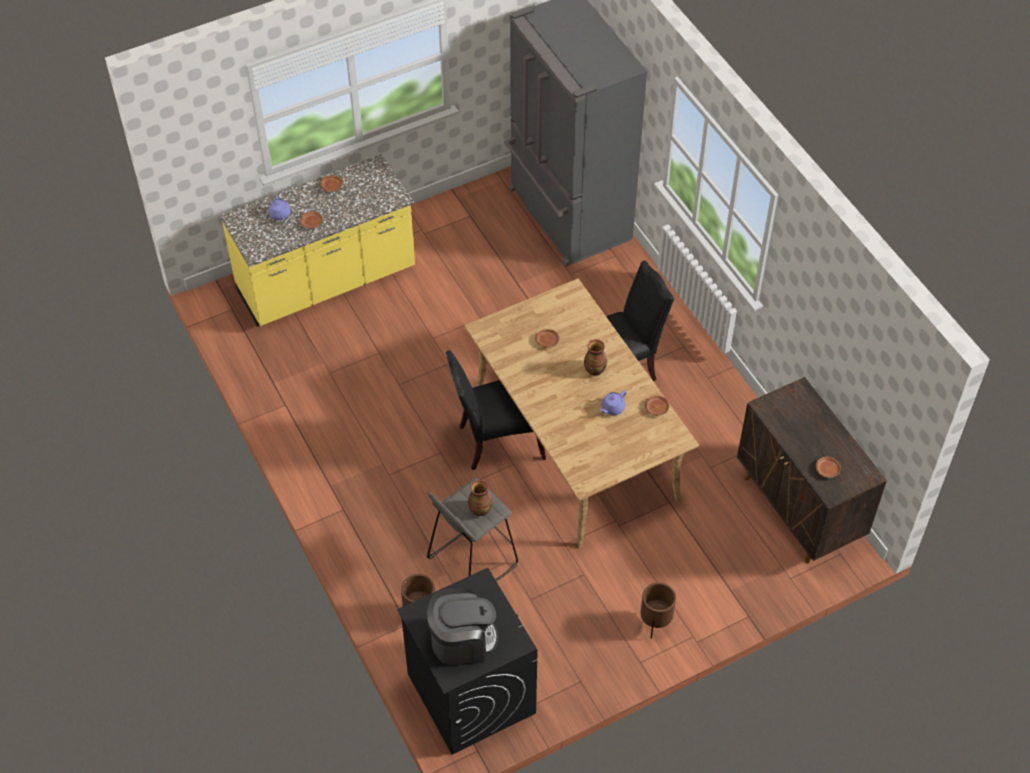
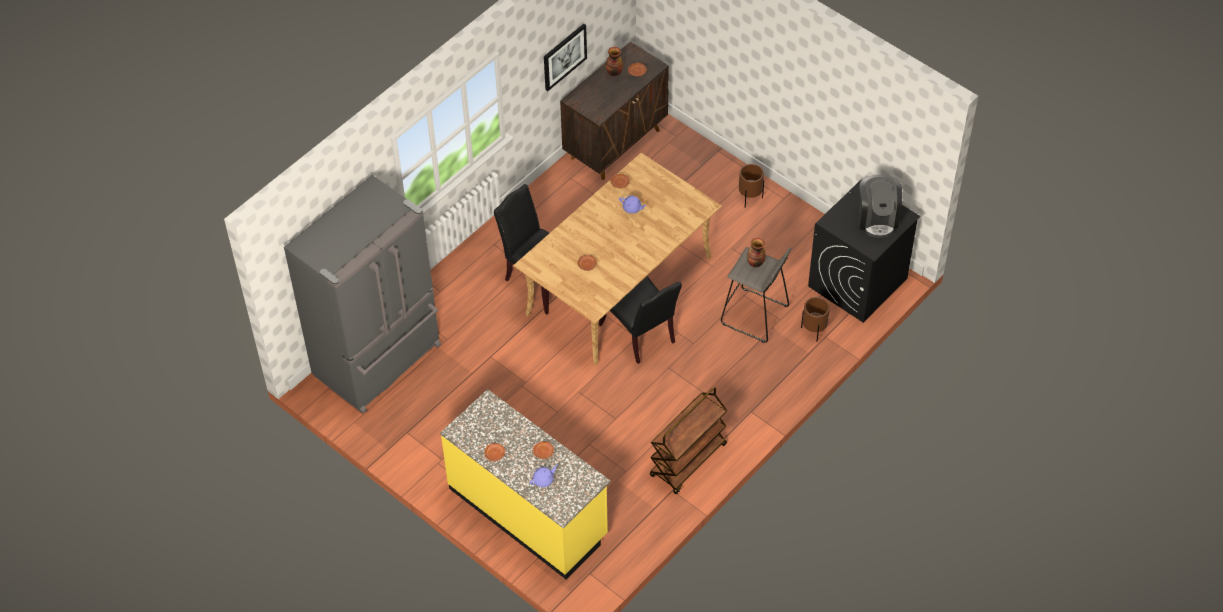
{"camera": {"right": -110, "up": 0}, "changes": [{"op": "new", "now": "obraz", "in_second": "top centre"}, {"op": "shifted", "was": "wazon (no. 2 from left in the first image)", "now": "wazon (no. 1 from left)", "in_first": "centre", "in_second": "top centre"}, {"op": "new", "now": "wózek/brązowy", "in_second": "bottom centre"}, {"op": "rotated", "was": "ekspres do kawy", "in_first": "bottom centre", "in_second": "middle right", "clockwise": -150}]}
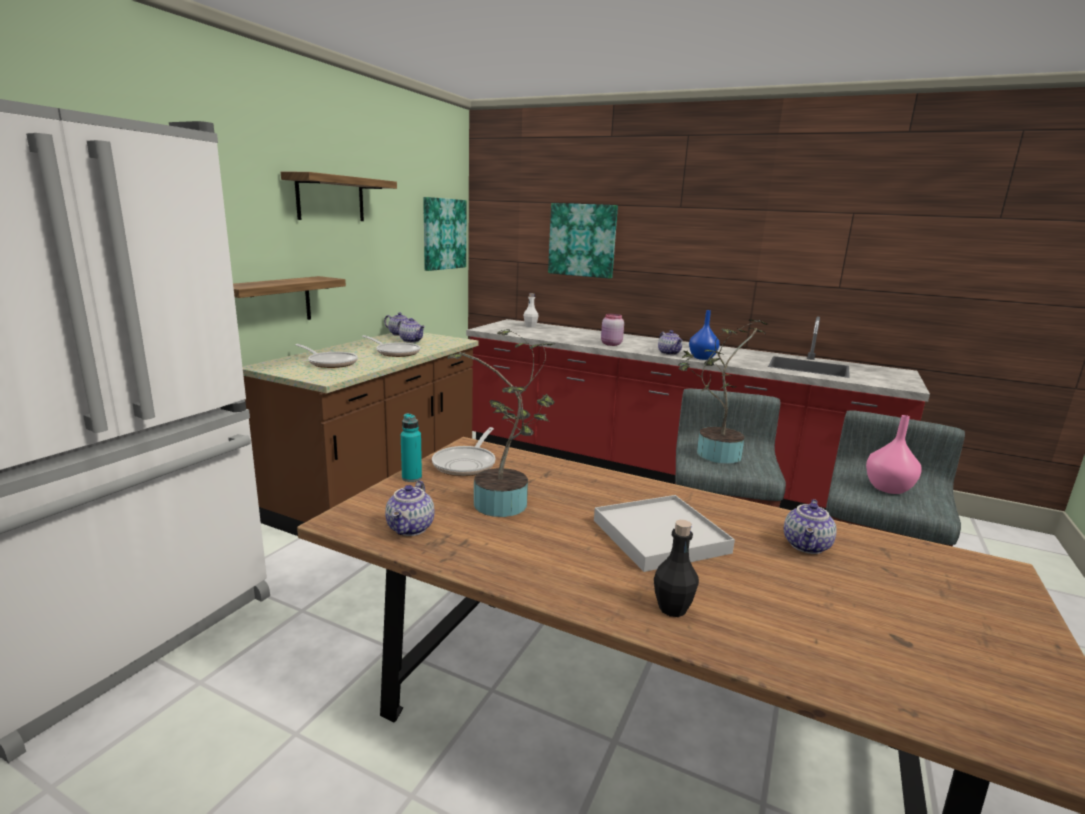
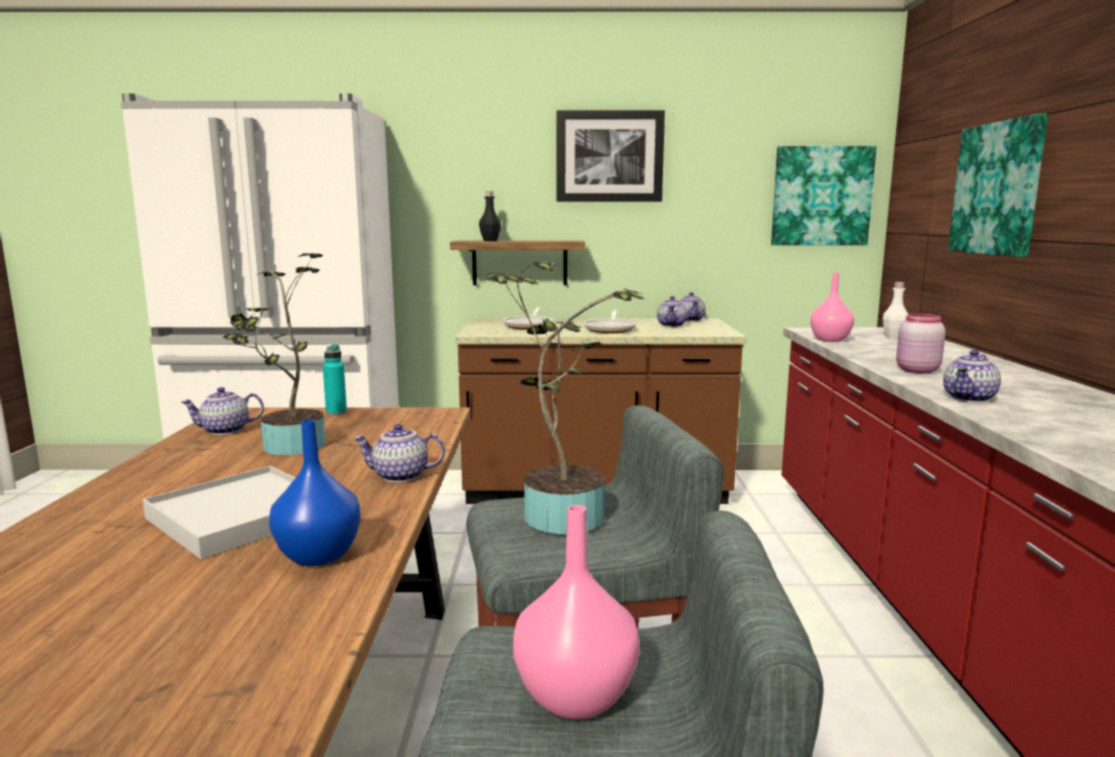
{"camera": {"right": 65, "up": -5}, "changes": [{"op": "shifted", "was": "wazon/niebieski", "in_first": "centre", "in_second": "middle left"}, {"op": "shifted", "was": "imbryk (no. 5 from left in the first image)", "now": "imbryk (no. 2 from left)", "in_first": "middle right", "in_second": "centre"}, {"op": "shifted", "was": "butelka/czarny", "in_first": "bottom centre", "in_second": "top centre"}, {"op": "swapped", "was": "półka (no. 2 from left)", "now": "obraz (no. 1 from left)", "in_first": "top left", "in_second": "top centre"}, {"op": "new", "now": "wazon/różowy (no. 2 from left)", "in_second": "middle right"}, {"op": "gone", "was": "patelnia (no. 3 from left)", "in_first": "centre"}]}
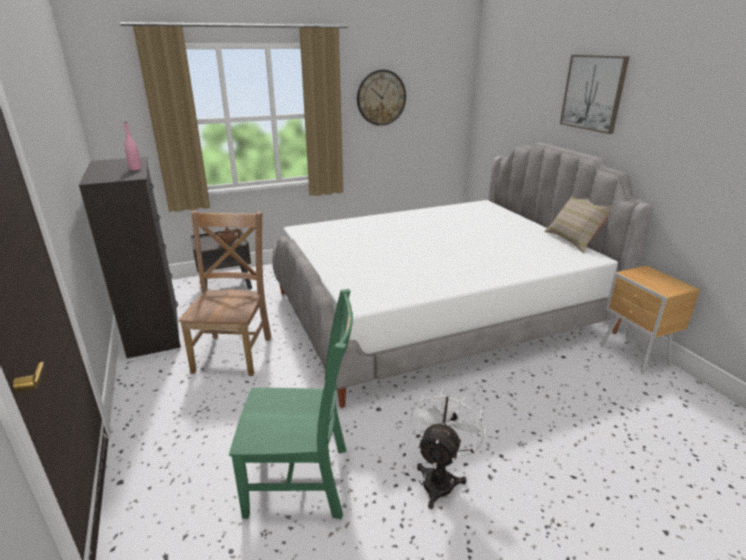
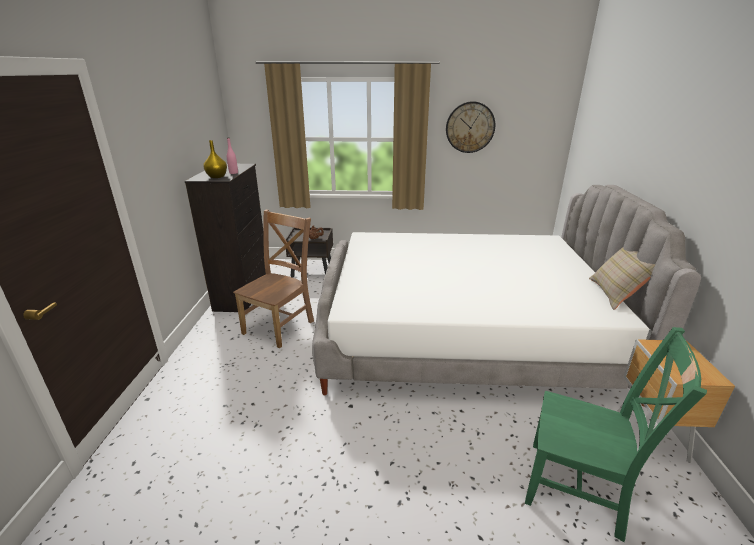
{"camera": {"right": 25, "up": 0}, "changes": [{"op": "new", "now": "wazon/żółty", "in_second": "top left"}, {"op": "shifted", "was": "krzesło/zielony", "in_first": "bottom centre", "in_second": "bottom right"}, {"op": "gone", "was": "wentylator/biały", "in_first": "bottom centre"}, {"op": "gone", "was": "obraz", "in_first": "top right"}]}
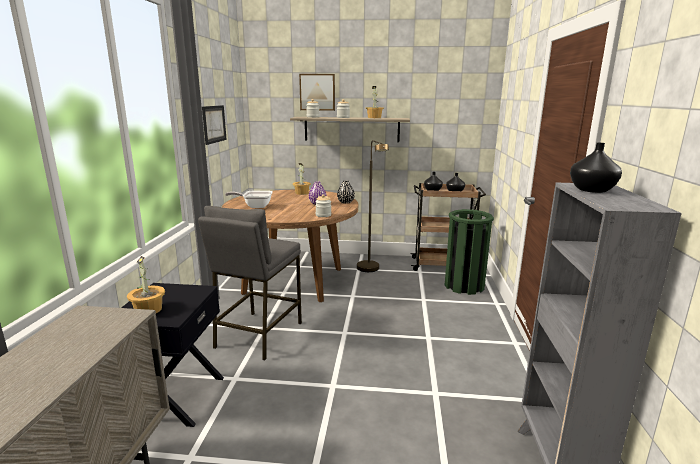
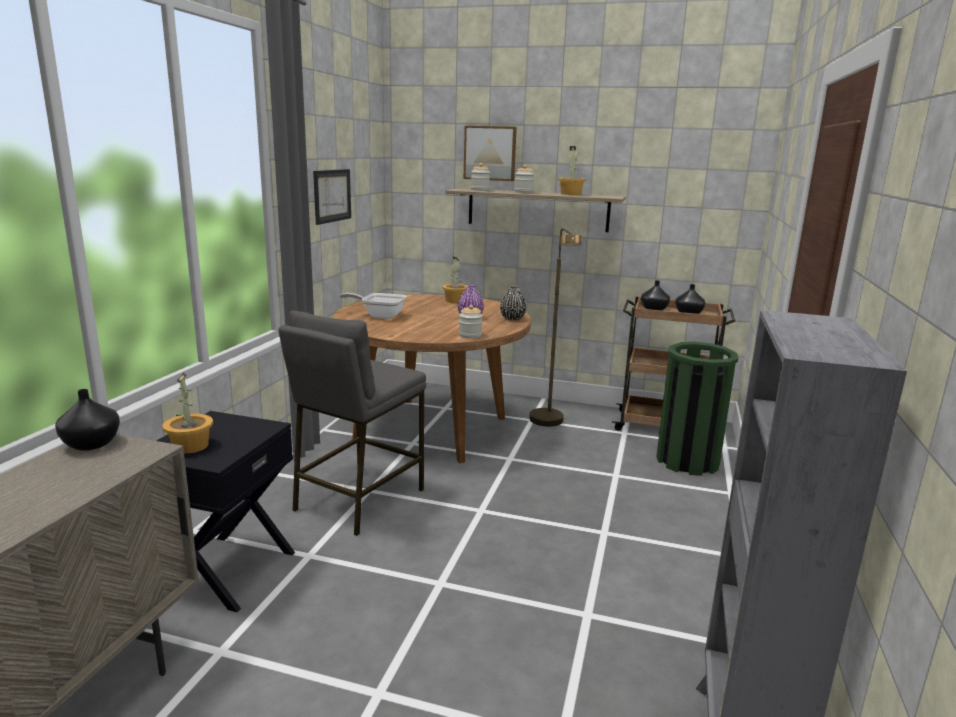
{"camera": {"right": 10, "up": 0}, "changes": [{"op": "shifted", "was": "wazon/czarny (no. 4 from left in the first image)", "now": "wazon/czarny (no. 1 from left)", "in_first": "middle right", "in_second": "middle left"}]}
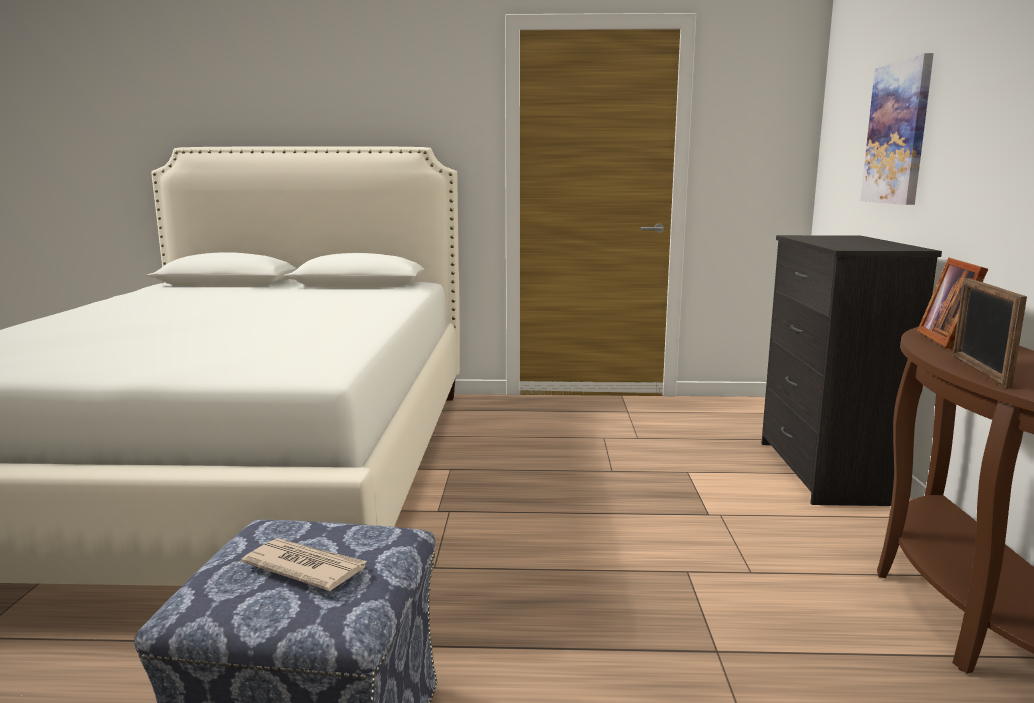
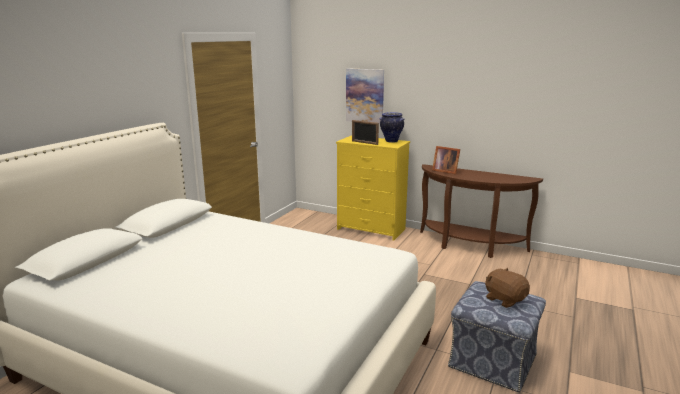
{"camera": {"right": -65, "up": 5}, "changes": [{"op": "repainted", "was": "komoda/czarny", "now": "komoda/żółty", "in_first": "middle right", "in_second": "centre"}, {"op": "shifted", "was": "ramka na zdjęcie (no. 2 from left in the first image)", "now": "ramka na zdjęcie (no. 1 from left)", "in_first": "middle right", "in_second": "centre"}, {"op": "new", "now": "wazon", "in_second": "top centre"}, {"op": "swapped", "was": "gazeta", "now": "pluszak/brązowy", "in_first": "bottom left", "in_second": "bottom right"}]}
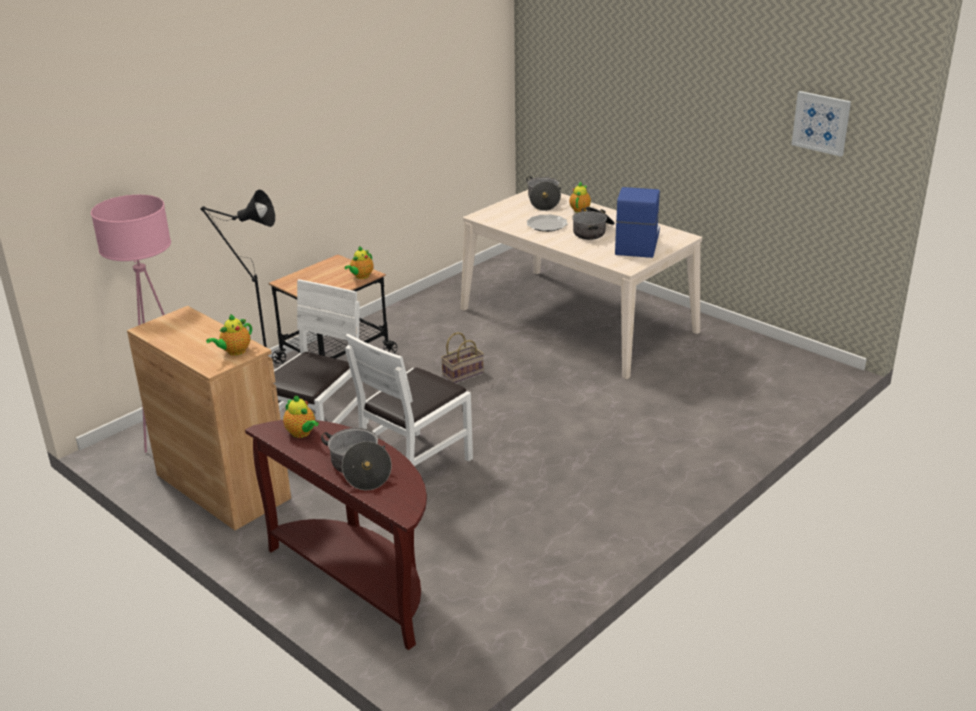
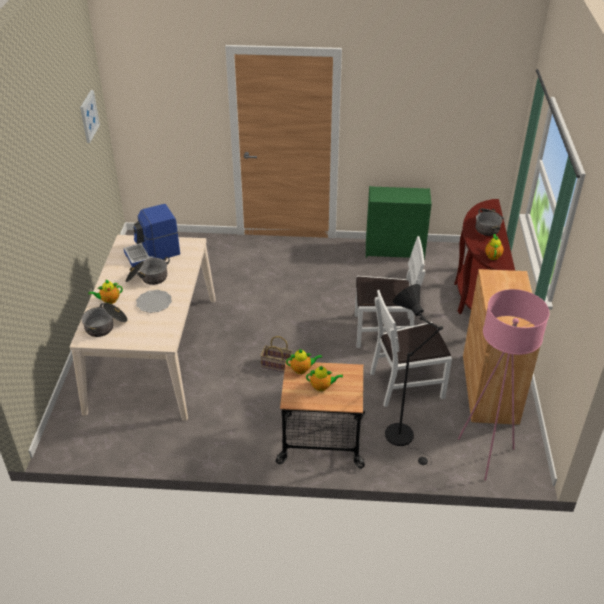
{"camera": {"right": -130, "up": 10}, "changes": [{"op": "shifted", "was": "imbryk (no. 1 from left in the first image)", "now": "imbryk (no. 3 from left)", "in_first": "middle left", "in_second": "centre"}, {"op": "new", "now": "komoda/zielony", "in_second": "centre"}]}
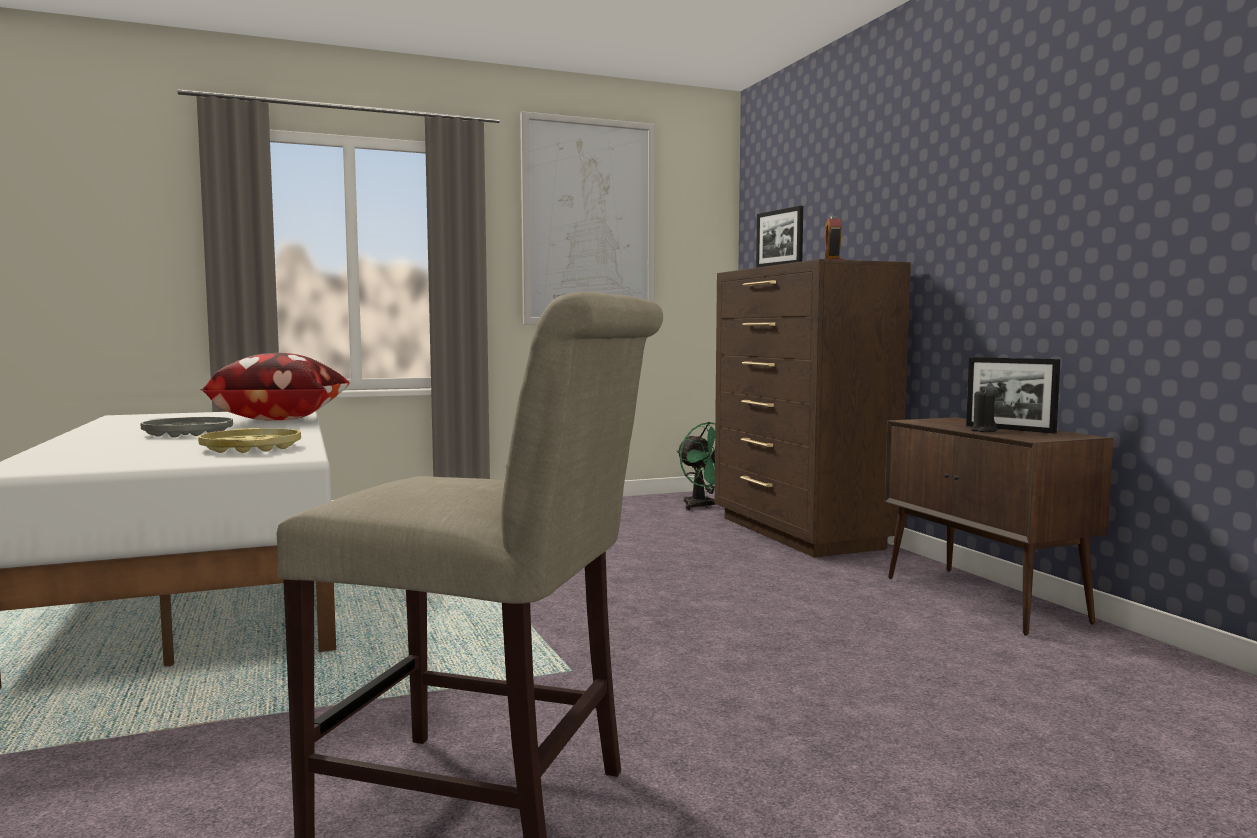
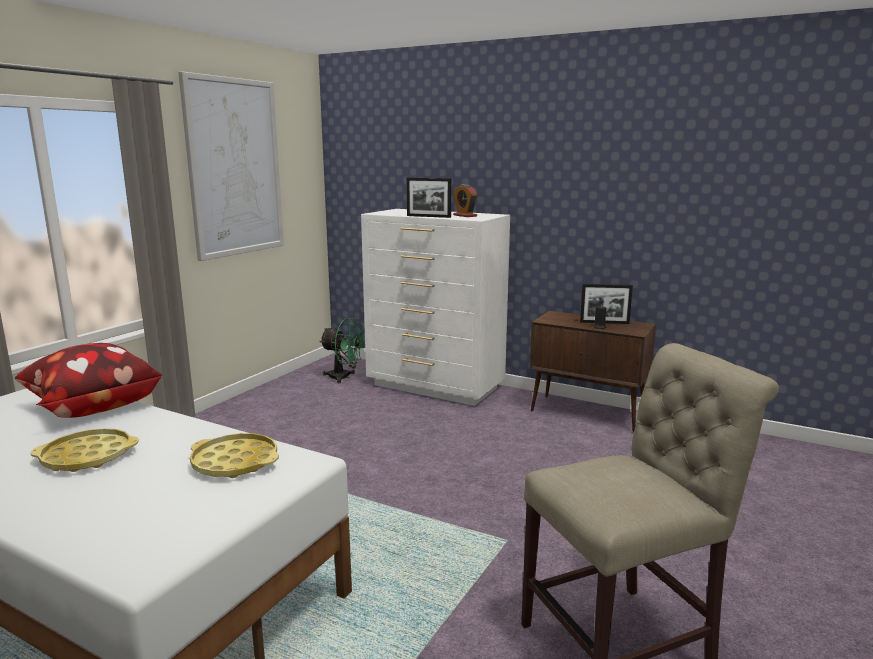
{"camera": {"right": -40, "up": 10}, "changes": [{"op": "repainted", "was": "taca/szary", "now": "taca/żółty (no. 1 from left)", "in_first": "middle left", "in_second": "bottom left"}, {"op": "repainted", "was": "komoda/brązowy", "now": "komoda/biały", "in_first": "centre", "in_second": "centre"}]}
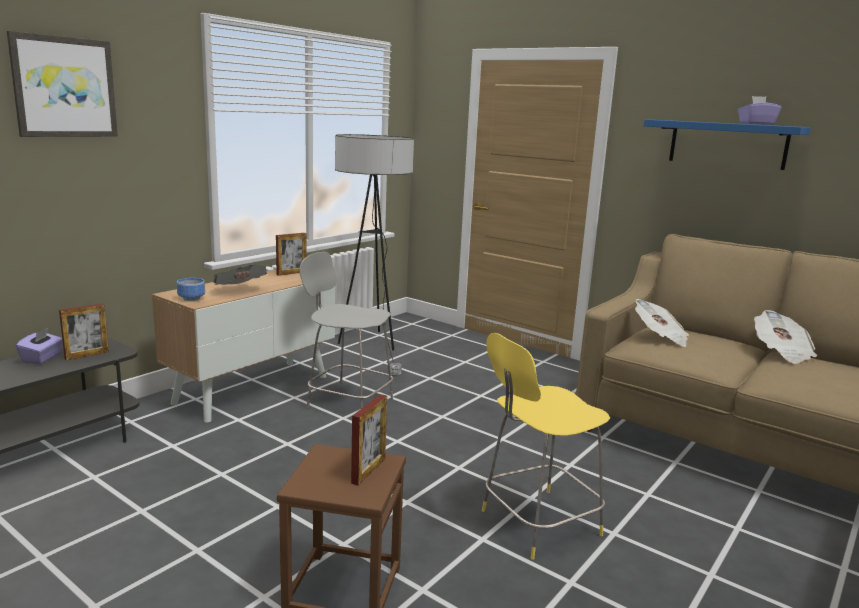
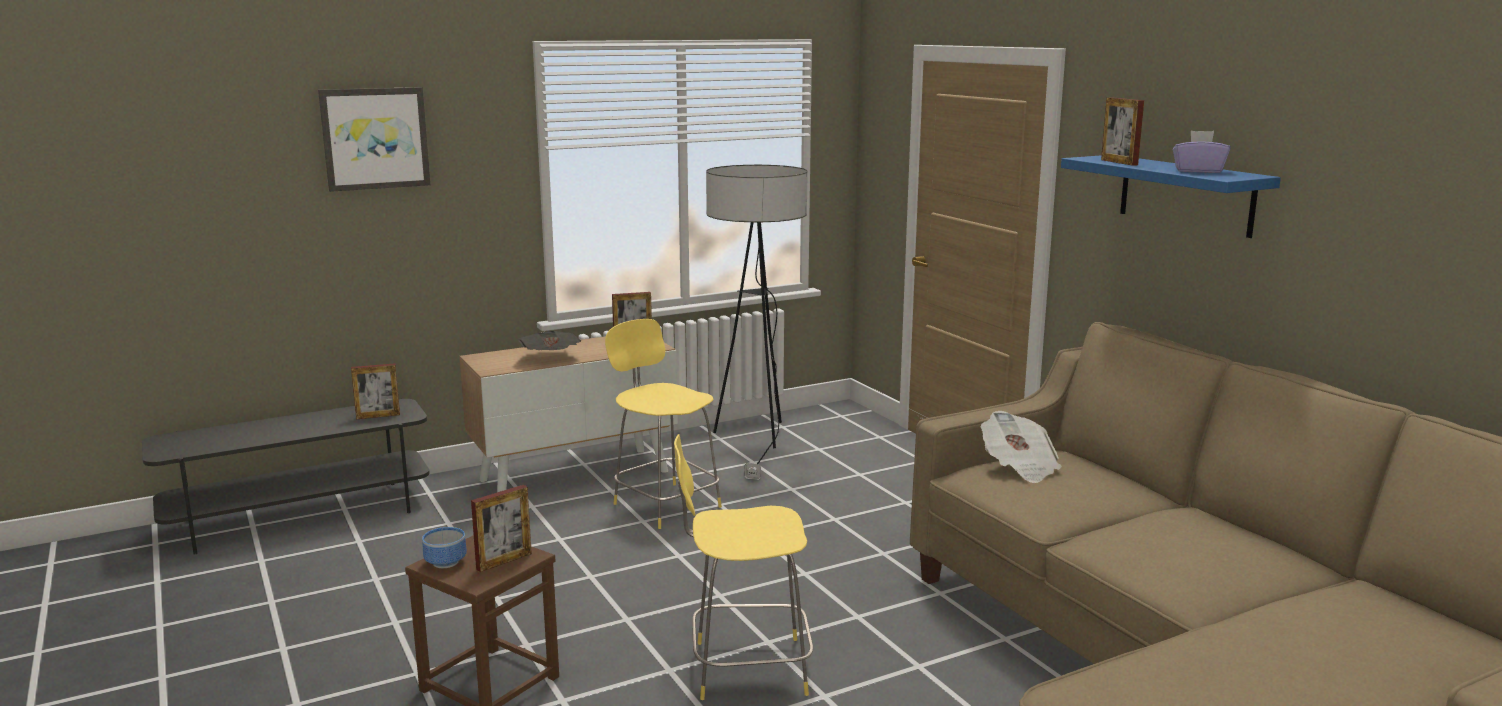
{"camera": {"right": 25, "up": 0}, "changes": [{"op": "shifted", "was": "miska", "in_first": "middle left", "in_second": "bottom left"}, {"op": "repainted", "was": "stołek/szary", "now": "stołek/żółty (no. 1 from left)", "in_first": "centre", "in_second": "centre"}, {"op": "new", "now": "ramka na zdjęcie (no. 4 from left)", "in_second": "top right"}, {"op": "gone", "was": "pudełko chusteczek/fioletowy (no. 1 from left)", "in_first": "middle left"}, {"op": "gone", "was": "gazeta (no. 3 from left)", "in_first": "middle right"}]}
